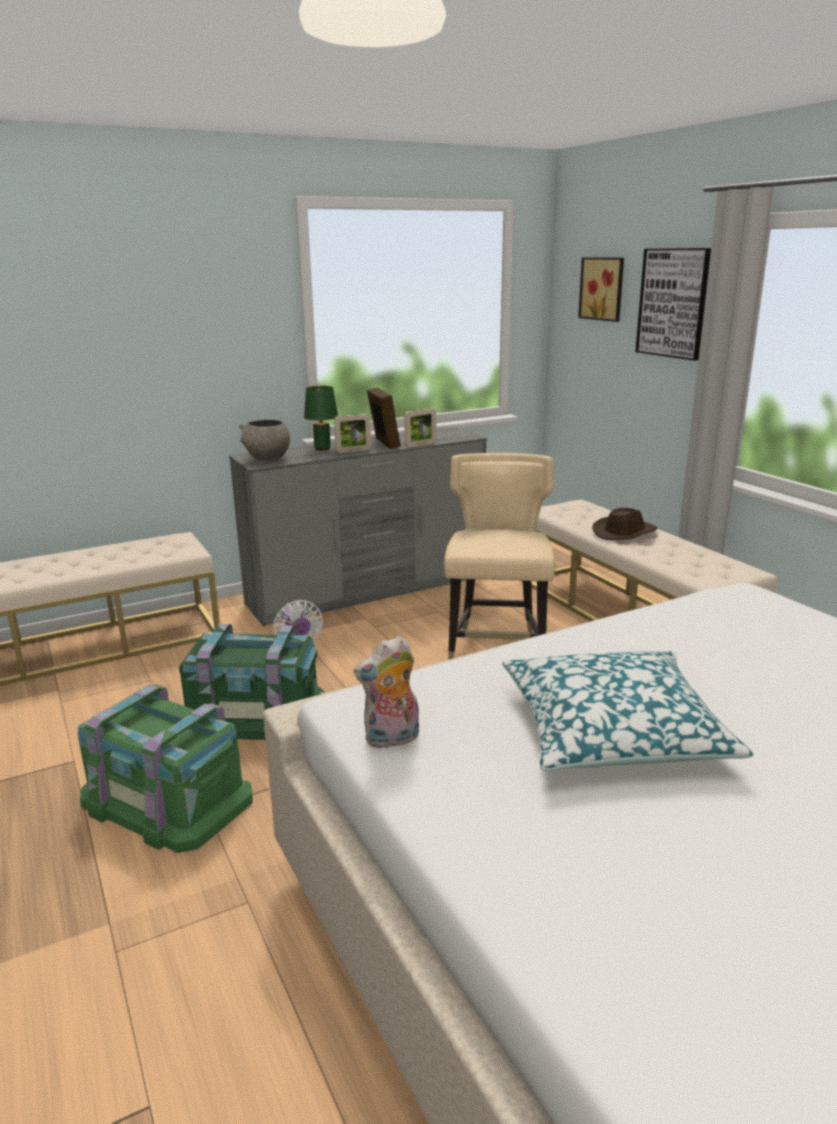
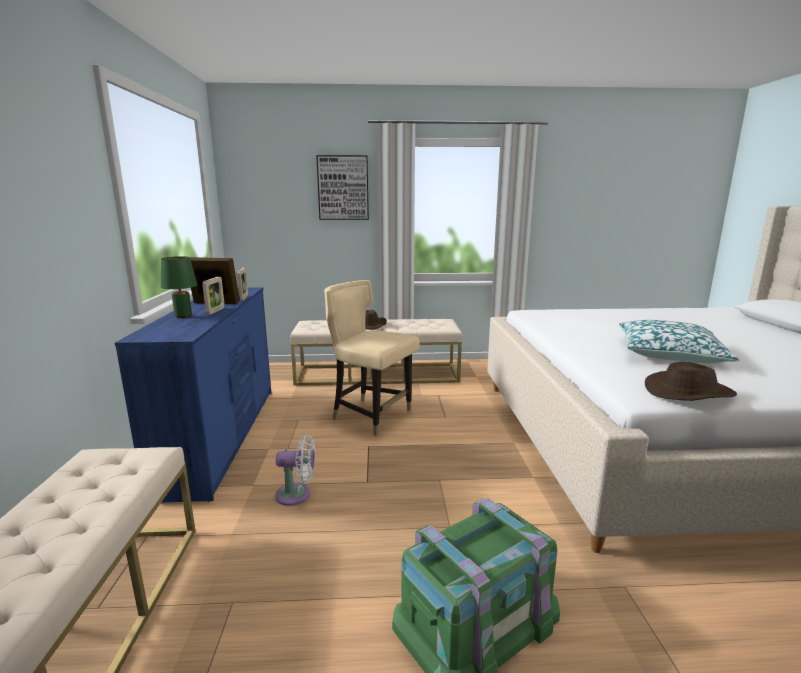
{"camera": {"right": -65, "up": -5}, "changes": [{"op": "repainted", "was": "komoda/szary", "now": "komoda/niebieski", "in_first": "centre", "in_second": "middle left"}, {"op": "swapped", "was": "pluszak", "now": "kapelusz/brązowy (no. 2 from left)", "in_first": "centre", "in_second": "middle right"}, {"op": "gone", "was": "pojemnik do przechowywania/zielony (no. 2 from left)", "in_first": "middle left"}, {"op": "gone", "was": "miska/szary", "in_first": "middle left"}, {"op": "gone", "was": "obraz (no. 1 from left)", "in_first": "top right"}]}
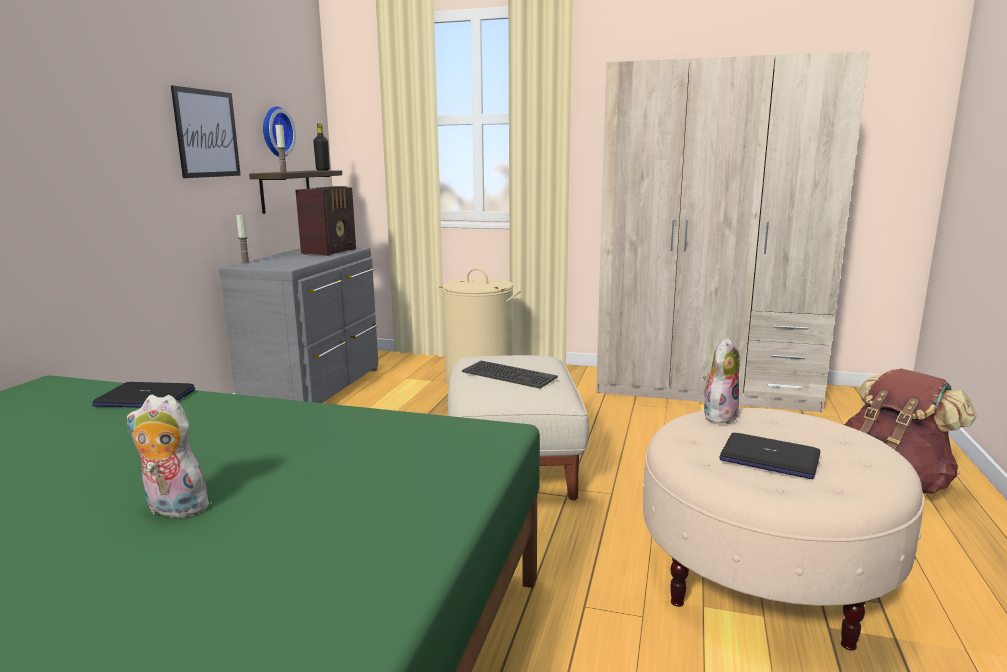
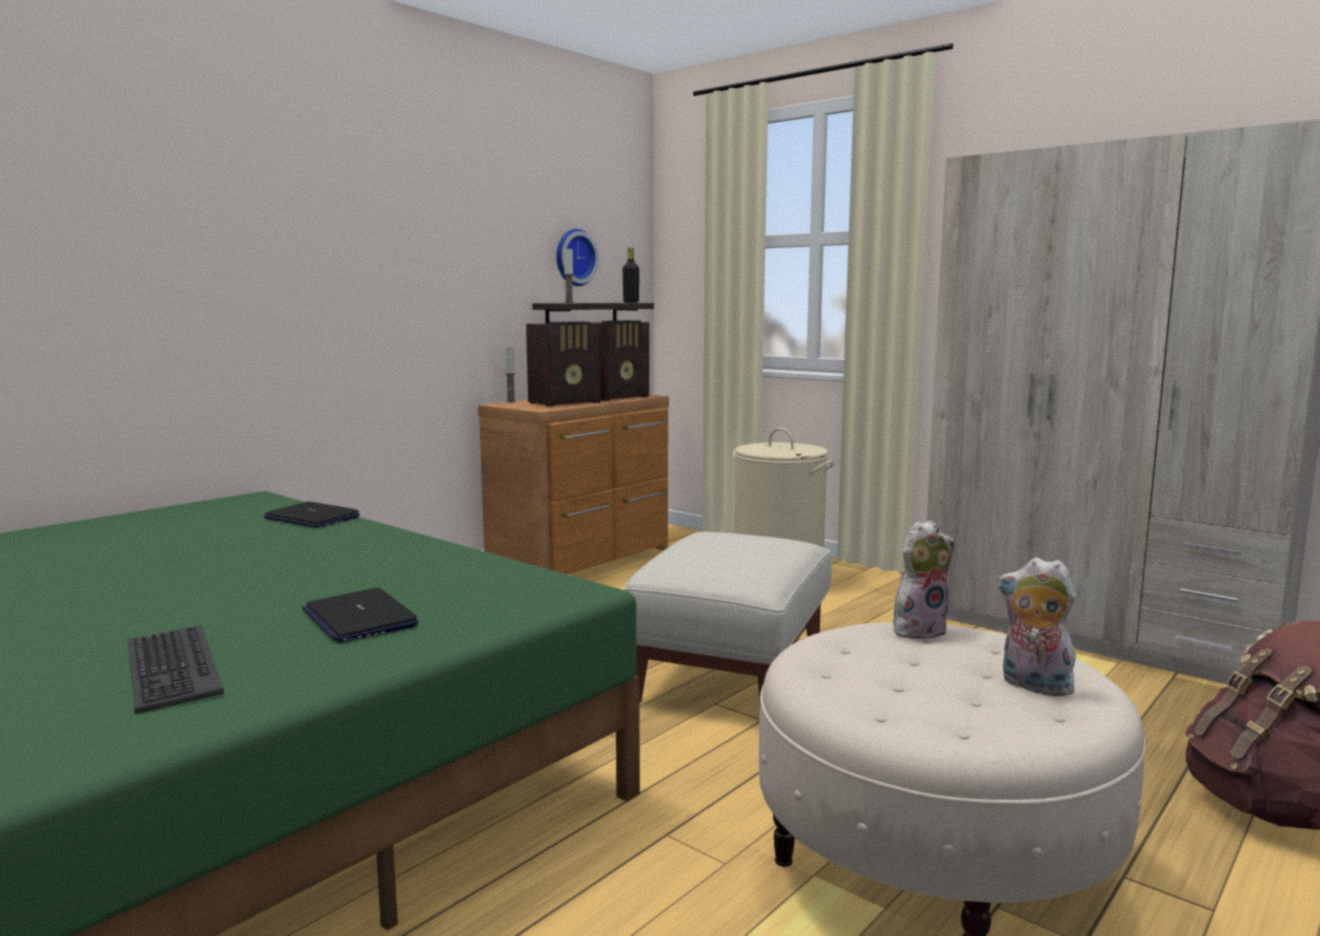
{"camera": {"right": 25, "up": -5}, "changes": [{"op": "shifted", "was": "klawiatura", "in_first": "centre", "in_second": "bottom left"}, {"op": "shifted", "was": "laptop (no. 2 from left)", "in_first": "bottom right", "in_second": "middle left"}, {"op": "repainted", "was": "komoda/szary", "now": "komoda/brązowy", "in_first": "middle left", "in_second": "centre"}, {"op": "new", "now": "radio (no. 1 from left)", "in_second": "centre"}, {"op": "shifted", "was": "pluszak (no. 1 from left in the first image)", "now": "pluszak (no. 2 from left)", "in_first": "bottom left", "in_second": "bottom right"}, {"op": "gone", "was": "obraz", "in_first": "top left"}]}
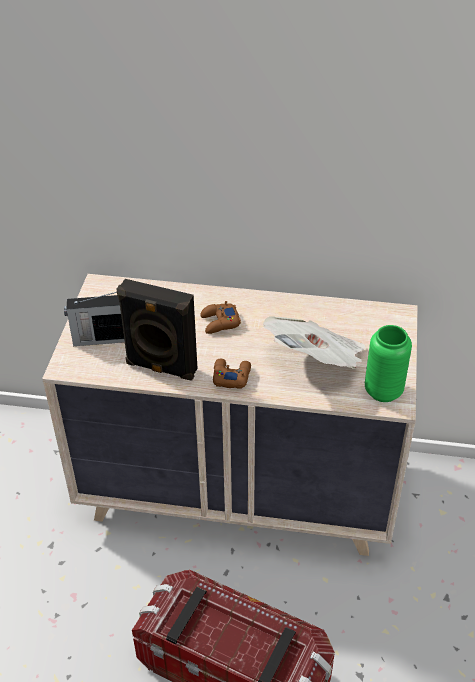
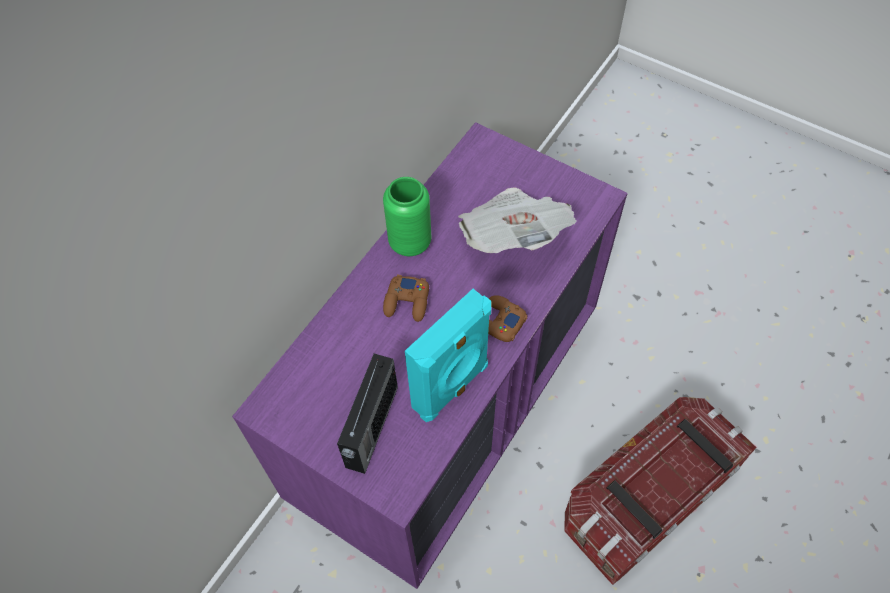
{"camera": {"right": -65, "up": 15}, "changes": [{"op": "repainted", "was": "komoda/beżowy", "now": "komoda/fioletowy", "in_first": "centre", "in_second": "centre"}, {"op": "shifted", "was": "wazon/zielony", "in_first": "middle right", "in_second": "centre"}, {"op": "repainted", "was": "głośnik/czarny", "now": "głośnik/turkusowy", "in_first": "middle left", "in_second": "centre"}]}
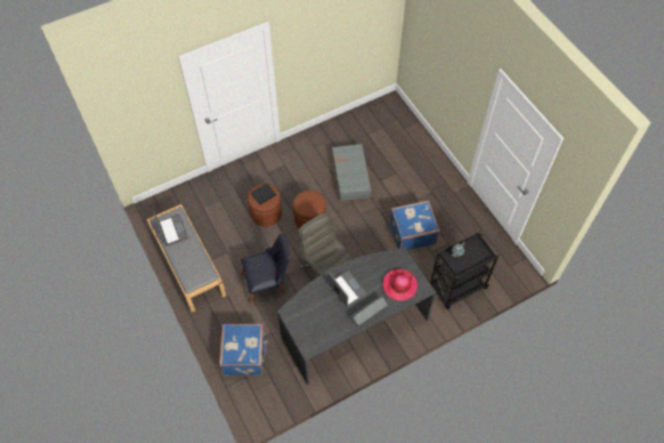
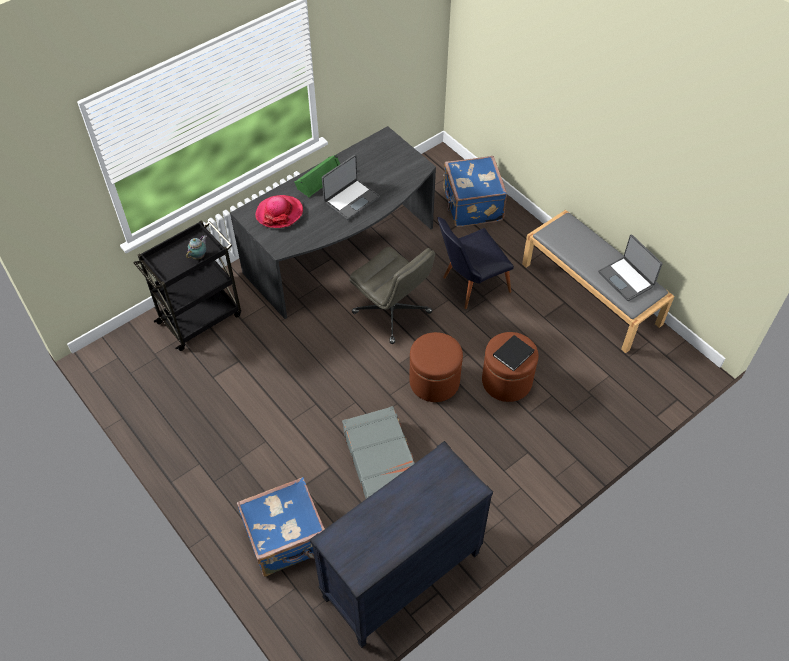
{"camera": {"right": 170, "up": -5}, "changes": [{"op": "shifted", "was": "walizka/niebieski (no. 2 from left in the first image)", "now": "walizka/niebieski (no. 1 from left)", "in_first": "centre", "in_second": "bottom centre"}, {"op": "repainted", "was": "głośnik/szary", "now": "głośnik/zielony", "in_first": "bottom centre", "in_second": "top centre"}, {"op": "new", "now": "komoda/czarny", "in_second": "bottom centre"}, {"op": "rotated", "was": "laptop (no. 2 from left in the first image)", "in_first": "centre", "in_second": "top centre", "clockwise": -90}]}
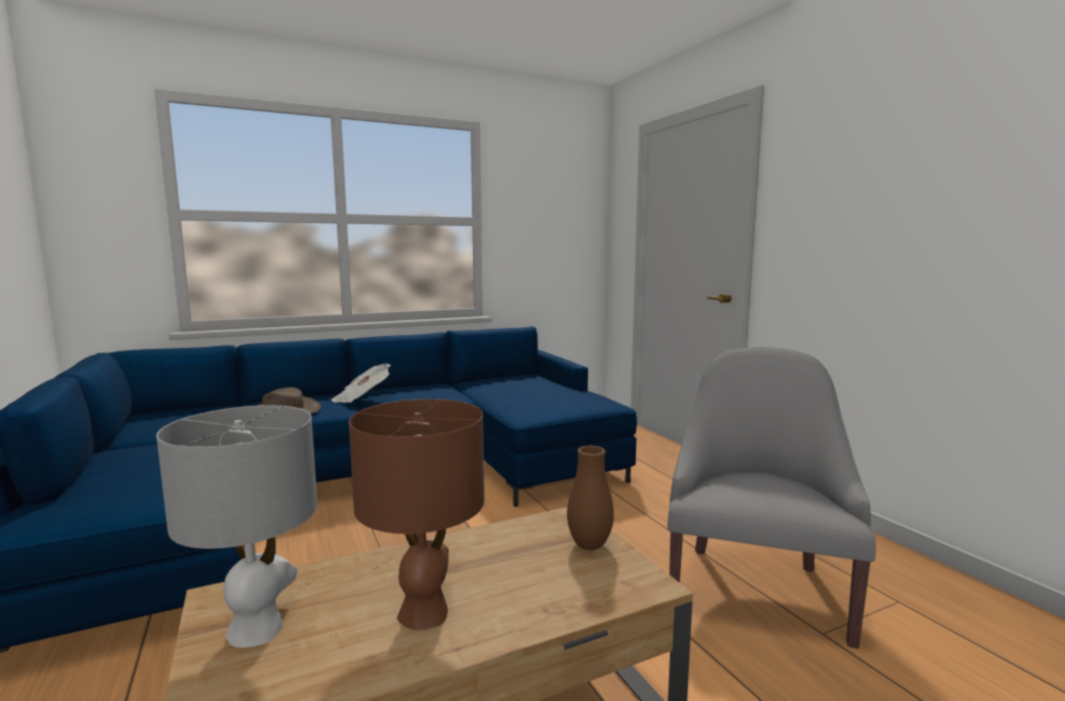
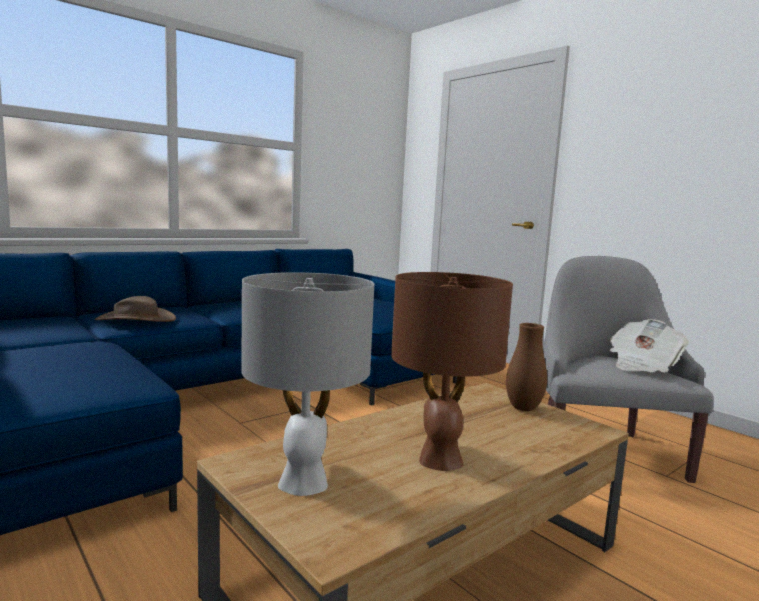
{"camera": {"right": -15, "up": 0}, "changes": [{"op": "shifted", "was": "gazeta", "in_first": "centre", "in_second": "middle right"}]}
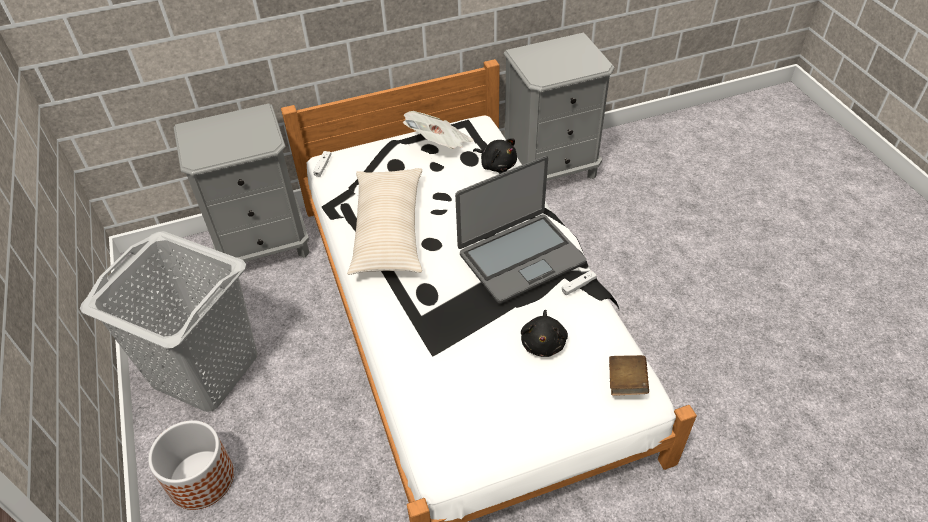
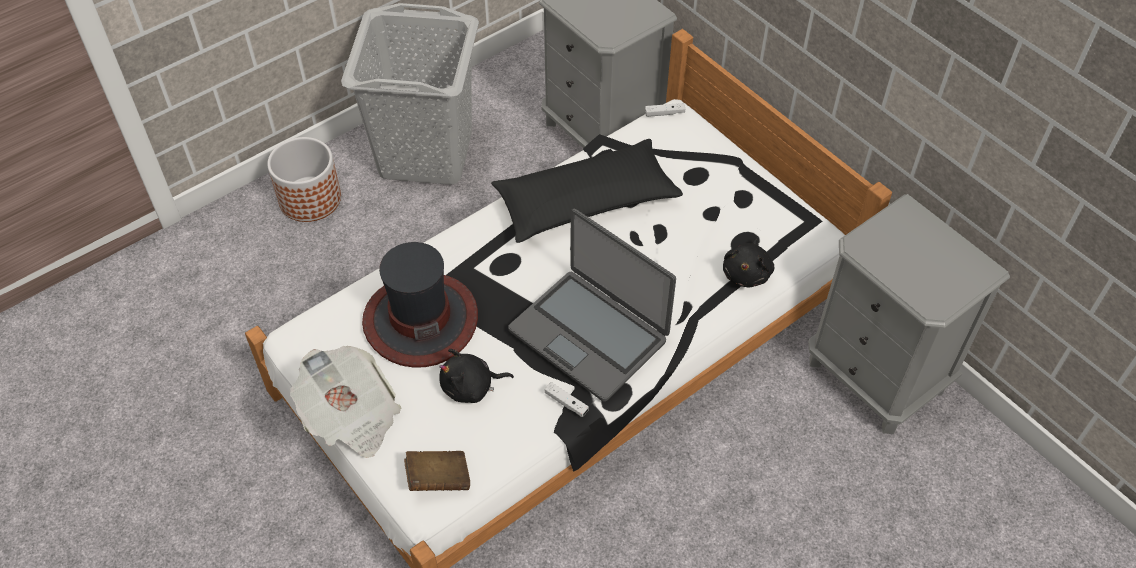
{"camera": {"right": 70, "up": 5}, "changes": [{"op": "shifted", "was": "gazeta", "in_first": "top centre", "in_second": "bottom left"}, {"op": "new", "now": "kapelusz", "in_second": "centre"}, {"op": "repainted", "was": "poduszka/beżowy", "now": "poduszka/czarny", "in_first": "centre", "in_second": "centre"}]}
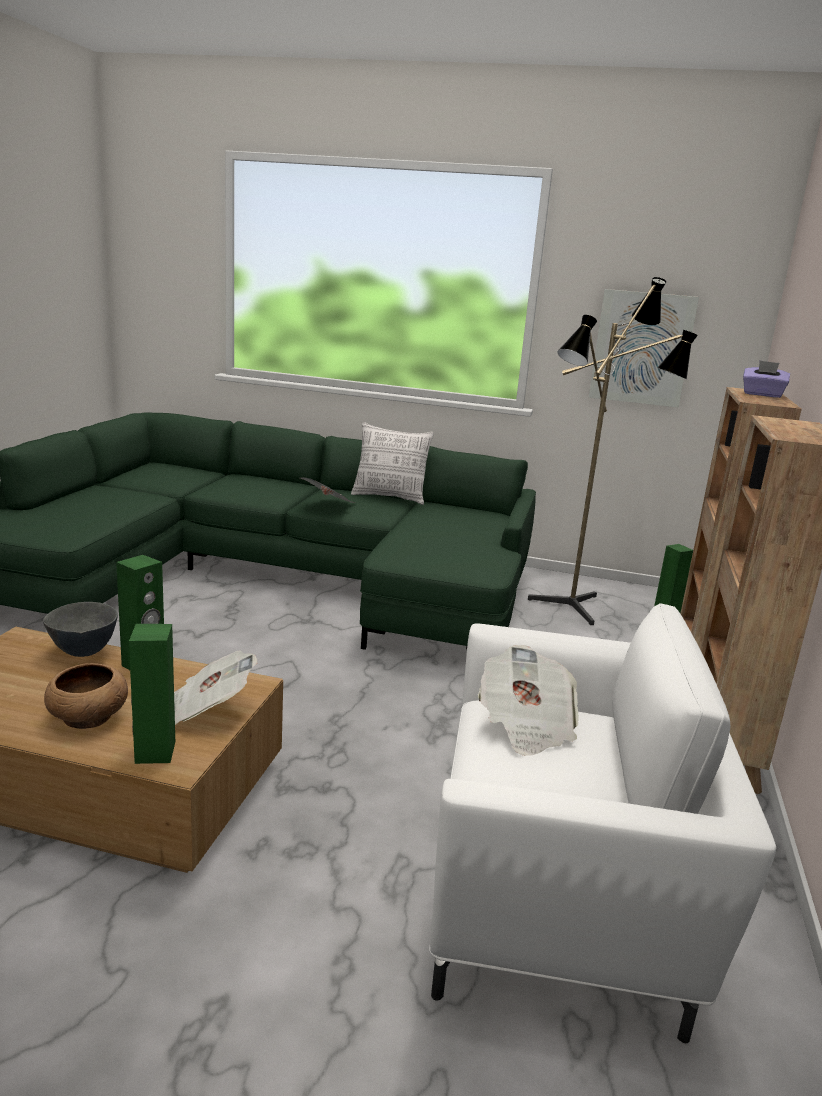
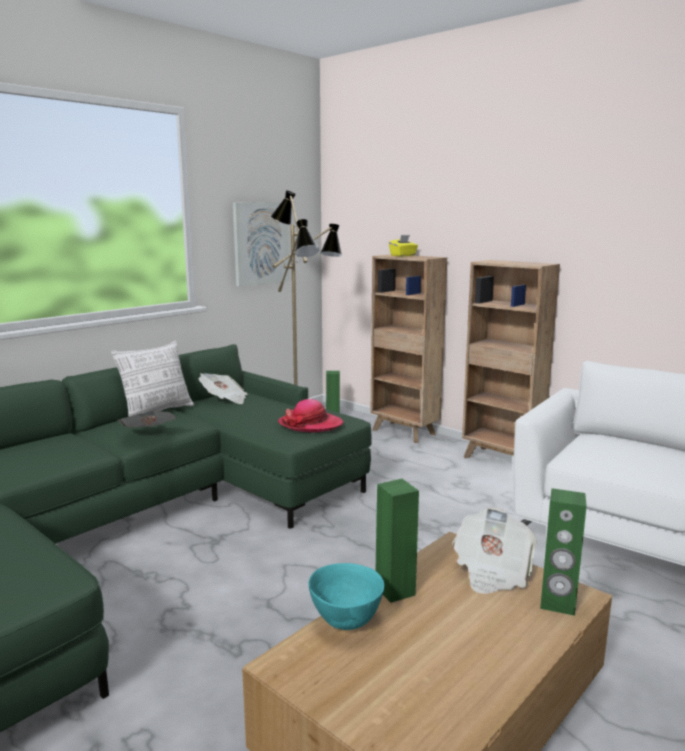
{"camera": {"right": -60, "up": -5}, "changes": [{"op": "shifted", "was": "gazeta (no. 3 from left in the first image)", "now": "gazeta (no. 2 from left)", "in_first": "centre", "in_second": "middle left"}, {"op": "new", "now": "kapelusz", "in_second": "centre"}, {"op": "repainted", "was": "miska/szary", "now": "miska/turkusowy", "in_first": "middle left", "in_second": "bottom centre"}, {"op": "repainted", "was": "pudełko chusteczek/fioletowy", "now": "pudełko chusteczek/żółty", "in_first": "middle right", "in_second": "top centre"}, {"op": "gone", "was": "miska/brązowy", "in_first": "middle left"}]}
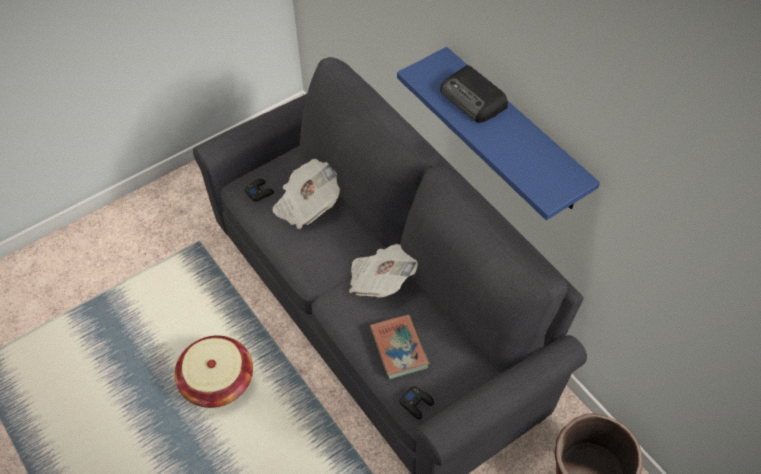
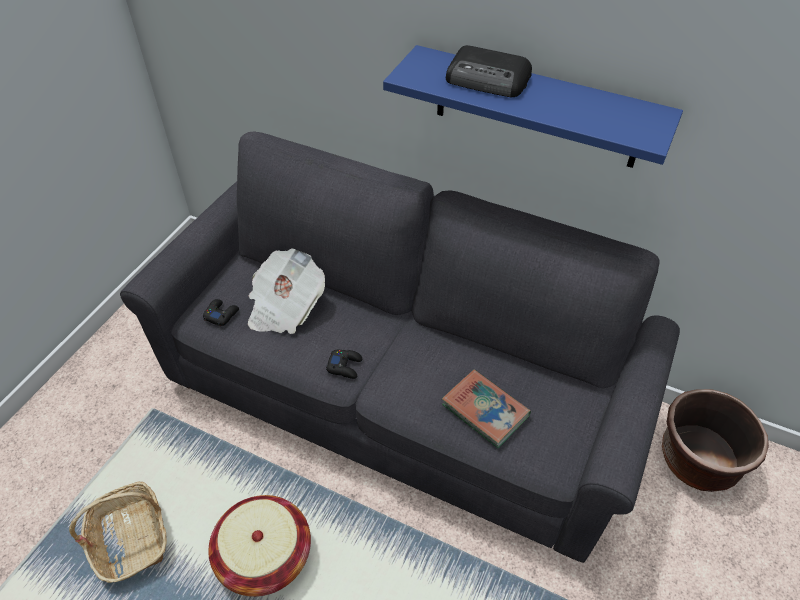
{"camera": {"right": -30, "up": -5}, "changes": [{"op": "new", "now": "koszyk (no. 1 from left)", "in_second": "bottom left"}, {"op": "shifted", "was": "pad do gier/czarny (no. 2 from left)", "in_first": "bottom centre", "in_second": "centre"}, {"op": "gone", "was": "gazeta (no. 2 from left)", "in_first": "centre"}]}
